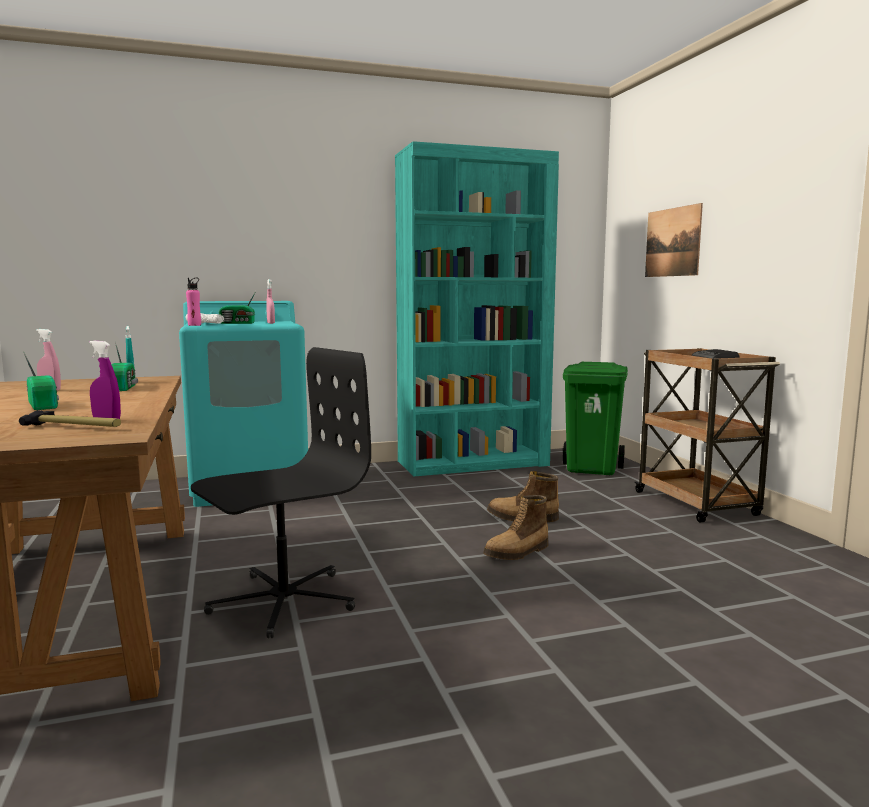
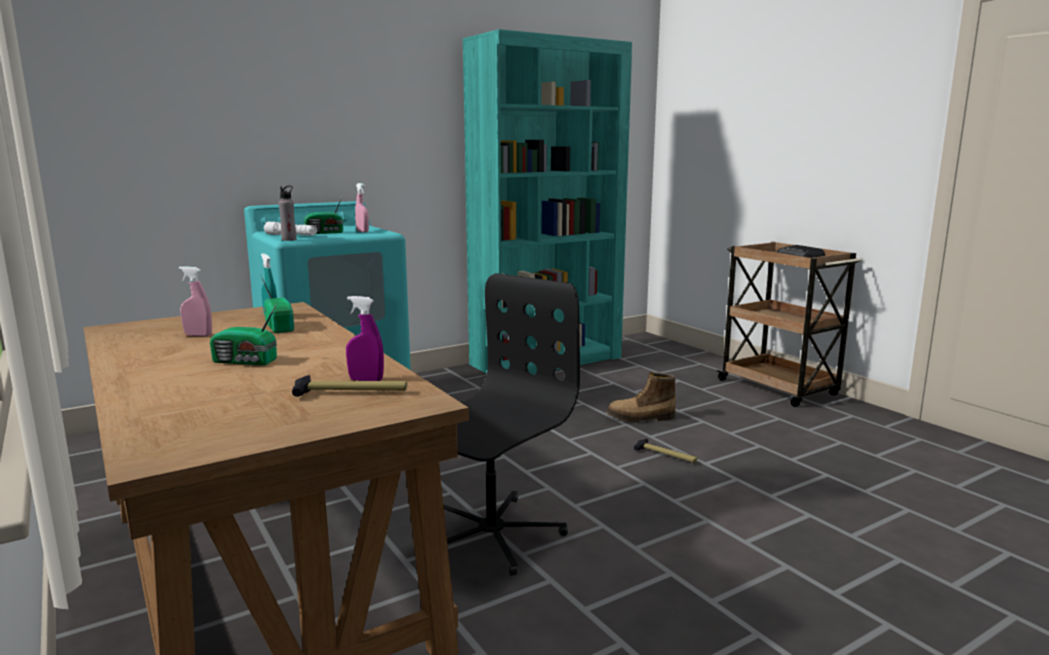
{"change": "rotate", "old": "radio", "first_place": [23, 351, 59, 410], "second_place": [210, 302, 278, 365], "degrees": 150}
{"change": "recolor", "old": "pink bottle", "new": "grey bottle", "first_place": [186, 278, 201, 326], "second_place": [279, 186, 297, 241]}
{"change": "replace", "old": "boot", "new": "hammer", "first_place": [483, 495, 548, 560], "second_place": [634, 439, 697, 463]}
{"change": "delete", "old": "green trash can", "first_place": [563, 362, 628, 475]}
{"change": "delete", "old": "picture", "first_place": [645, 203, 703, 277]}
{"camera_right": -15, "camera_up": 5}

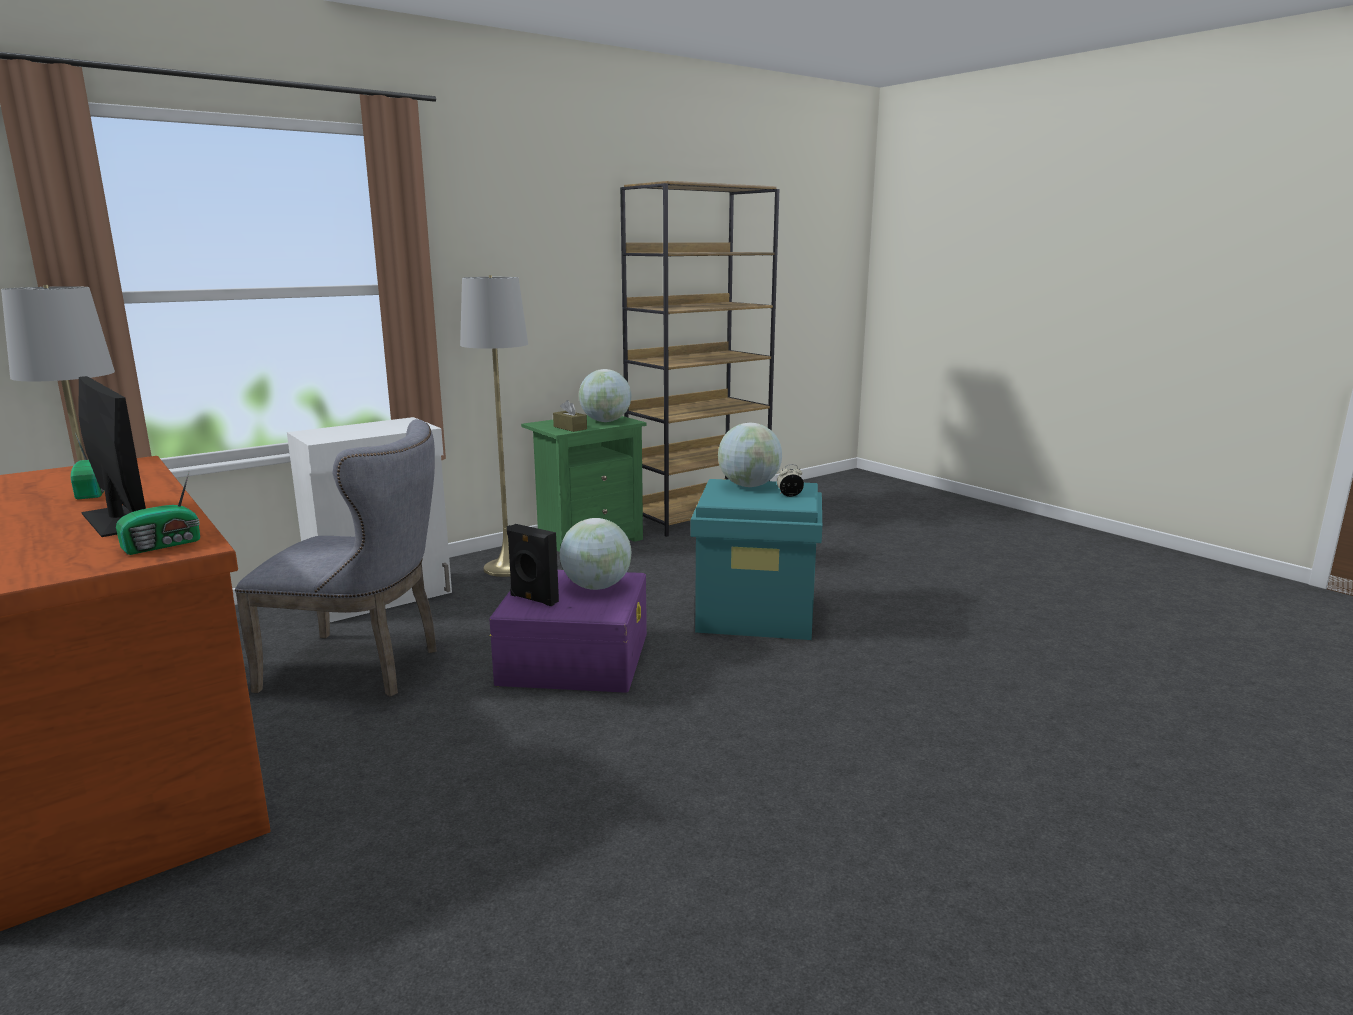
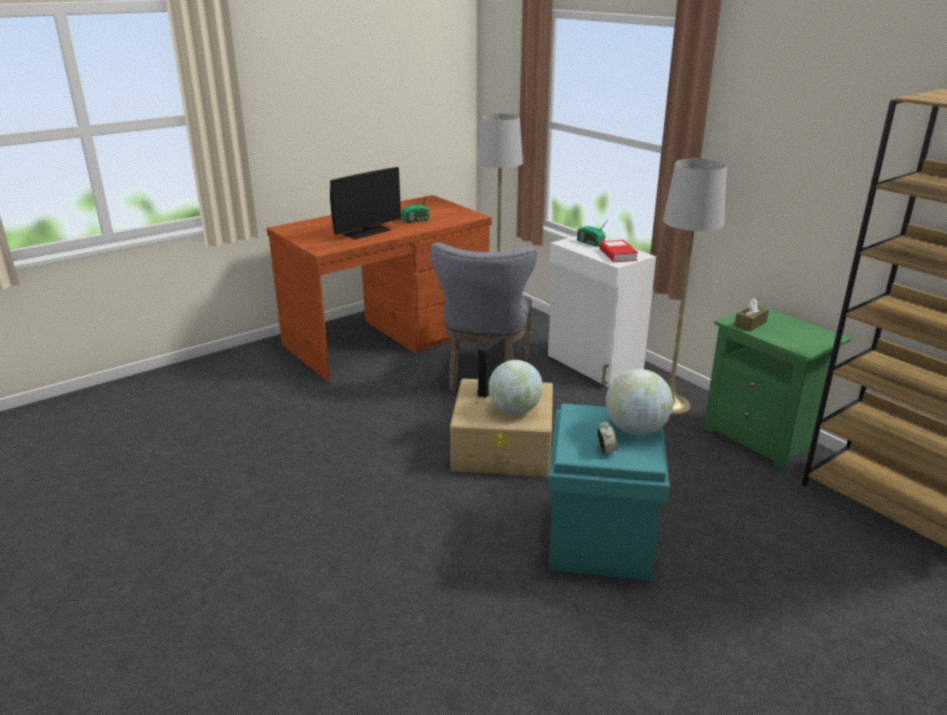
{"change": "recolor", "old": "purple storage box", "new": "beige storage box", "first_place": [489, 570, 647, 693], "second_place": [450, 379, 553, 477]}
{"change": "move", "old": "radio", "first_place": [116, 472, 200, 555], "second_place": [577, 218, 609, 247]}
{"change": "insert", "new": "book", "second_place": [599, 240, 638, 262]}
{"change": "delete", "old": "globe", "first_place": [579, 369, 632, 422]}
{"camera_right": 90, "camera_up": 10}

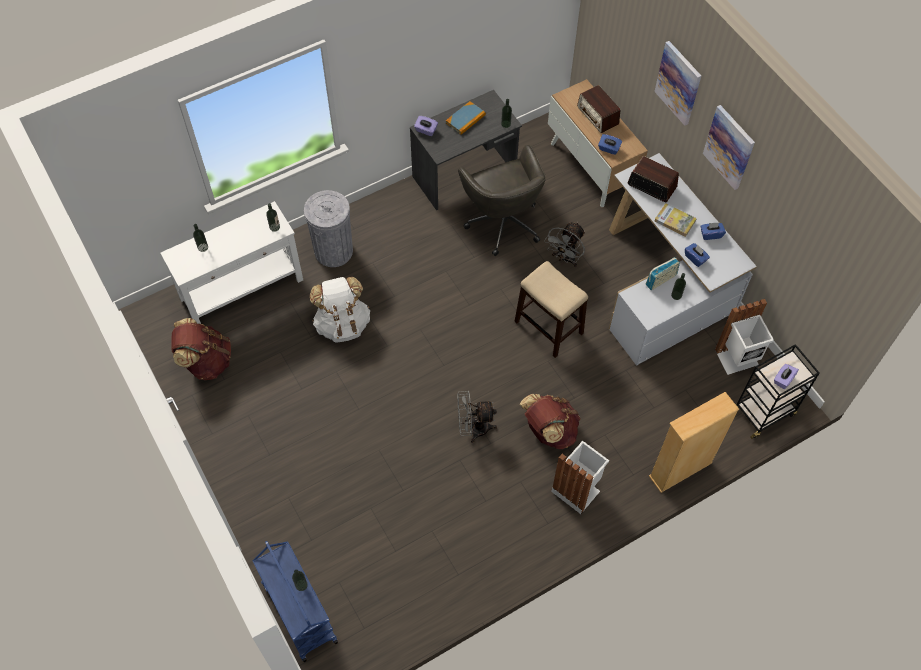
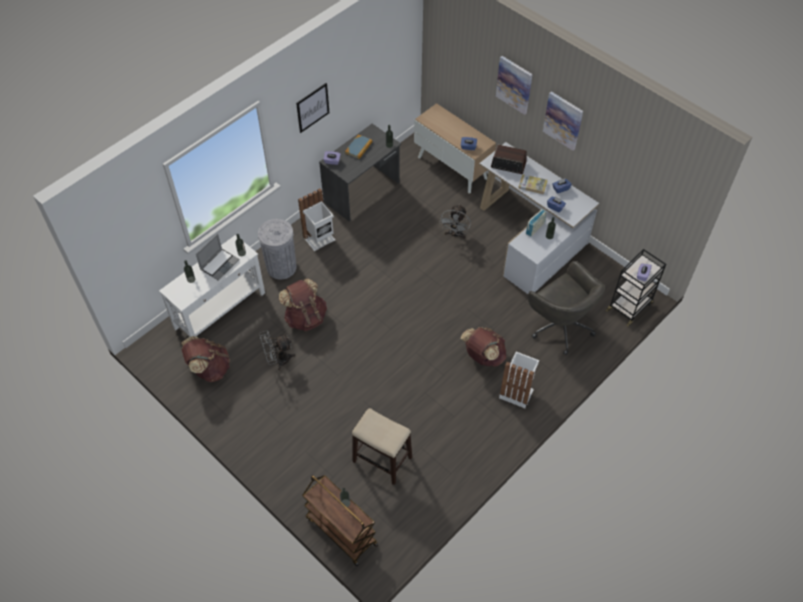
{"change": "insert", "new": "laptop", "second_place": [196, 234, 239, 281]}
{"change": "move", "old": "grey fan", "first_place": [457, 391, 497, 443], "second_place": [259, 330, 295, 371]}
{"change": "recolor", "old": "white backpack", "new": "brown backpack", "first_place": [310, 277, 370, 343], "second_place": [279, 278, 327, 331]}
{"change": "insert", "new": "picture", "second_place": [296, 83, 329, 133]}
{"change": "move", "old": "white trash can", "first_place": [715, 299, 774, 375], "second_place": [298, 189, 335, 251]}
{"change": "recolor", "old": "blue cart", "new": "brown cart", "first_place": [252, 541, 338, 662], "second_place": [302, 475, 378, 566]}
{"change": "move", "old": "stool", "first_place": [514, 261, 588, 358], "second_place": [352, 408, 412, 485]}
{"change": "move", "old": "grey office chair", "first_place": [458, 145, 546, 256], "second_place": [528, 261, 605, 355]}
{"change": "delete", "old": "radio", "first_place": [577, 85, 620, 133]}
{"change": "delete", "old": "beige bookcase", "first_place": [649, 392, 739, 493]}
{"camera_right": -15, "camera_up": -5}

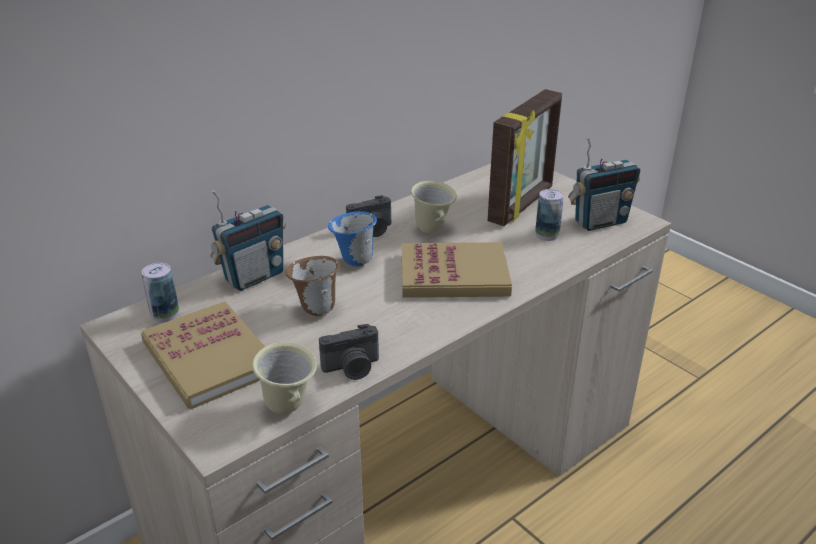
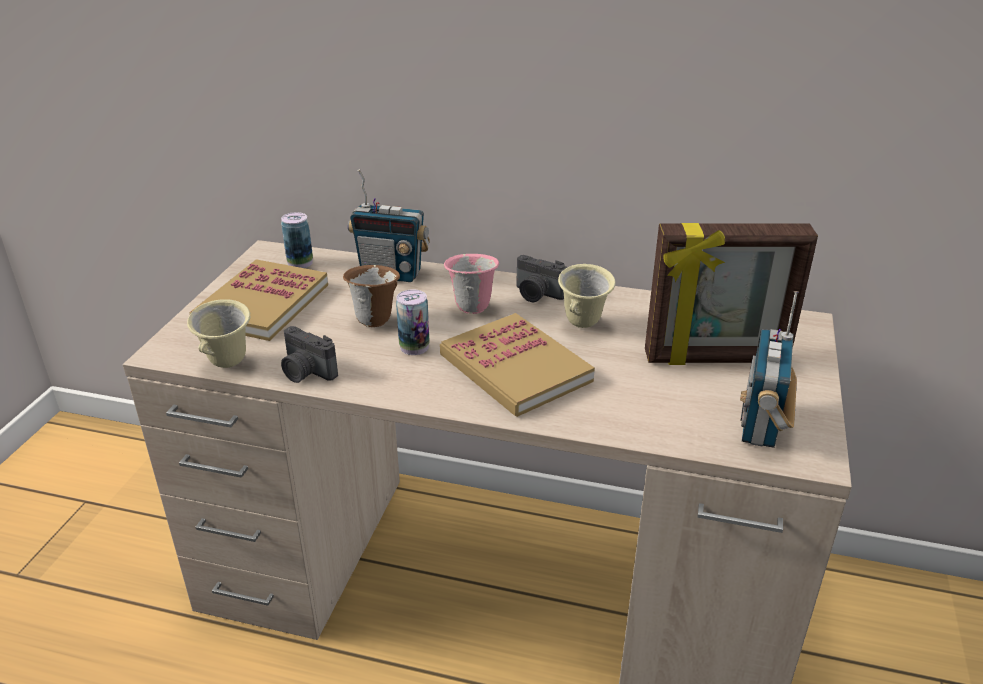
{"change": "move", "old": "can", "first_place": [535, 189, 564, 241], "second_place": [396, 289, 430, 355]}
{"change": "recolor", "old": "blue mug", "new": "pink mug", "first_place": [328, 211, 377, 267], "second_place": [444, 254, 499, 314]}
{"change": "rotate", "old": "radio", "first_place": [568, 137, 640, 231], "second_place": [740, 291, 799, 448], "degrees": 75}
{"camera_right": 55, "camera_up": 0}

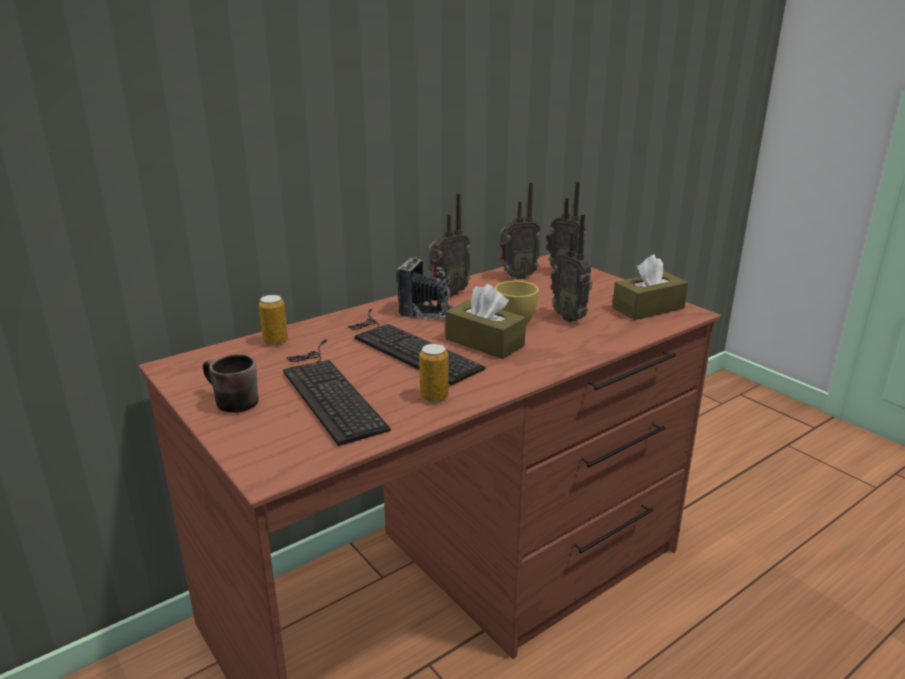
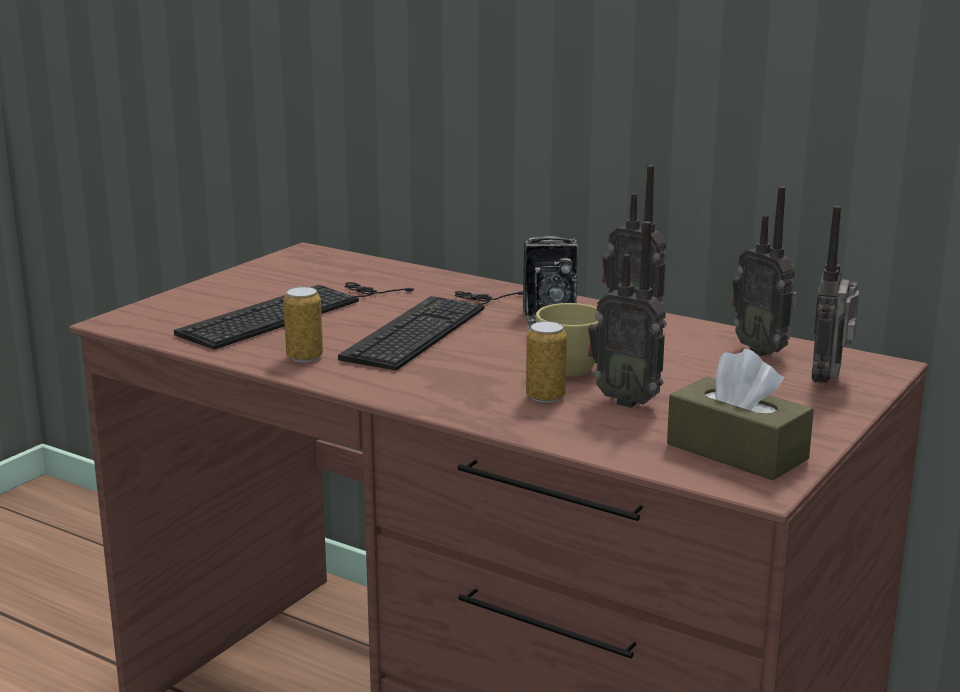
{"change": "move", "old": "can", "first_place": [259, 295, 288, 346], "second_place": [526, 321, 567, 403]}
{"change": "rotate", "old": "radio", "first_place": [551, 214, 593, 322], "second_place": [588, 221, 666, 408], "degrees": -90}
{"change": "delete", "old": "brown mug", "first_place": [203, 354, 259, 413]}
{"change": "delete", "old": "brown tissue box", "first_place": [445, 284, 526, 359]}
{"camera_right": 70, "camera_up": -5}

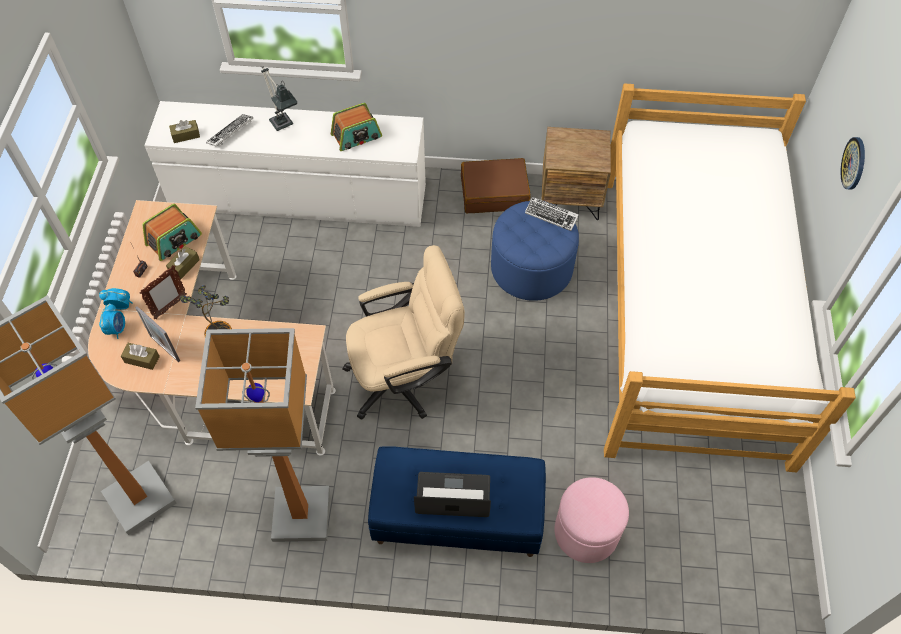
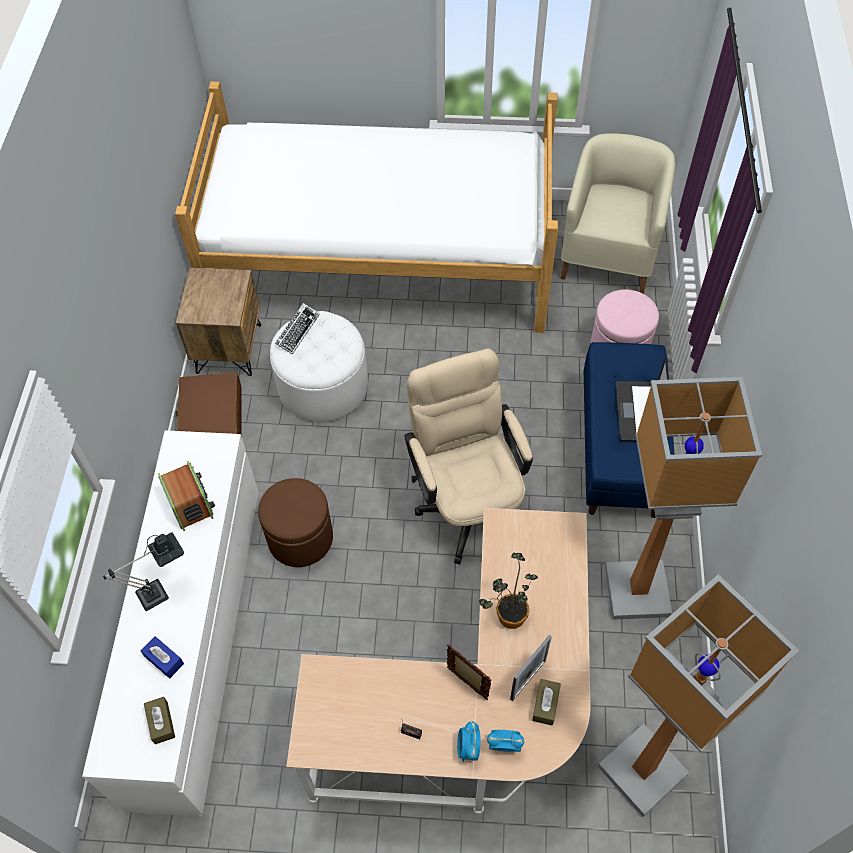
{"change": "replace", "old": "keyboard", "new": "blue tissue box", "first_place": [206, 114, 253, 147], "second_place": [141, 636, 184, 679]}
{"change": "insert", "new": "brown ottoman", "second_place": [258, 478, 333, 567]}
{"change": "recolor", "old": "blue ottoman", "new": "white ottoman", "first_place": [491, 201, 579, 301], "second_place": [270, 311, 368, 422]}
{"change": "insert", "new": "beige armchair", "second_place": [560, 133, 675, 294]}
{"change": "delete", "old": "radio", "first_place": [142, 204, 202, 261]}
{"change": "delete", "old": "brown tissue box", "first_place": [166, 246, 200, 279]}
{"change": "delete", "old": "wall clock", "first_place": [841, 137, 865, 190]}
{"camera_right": -90, "camera_up": 0}

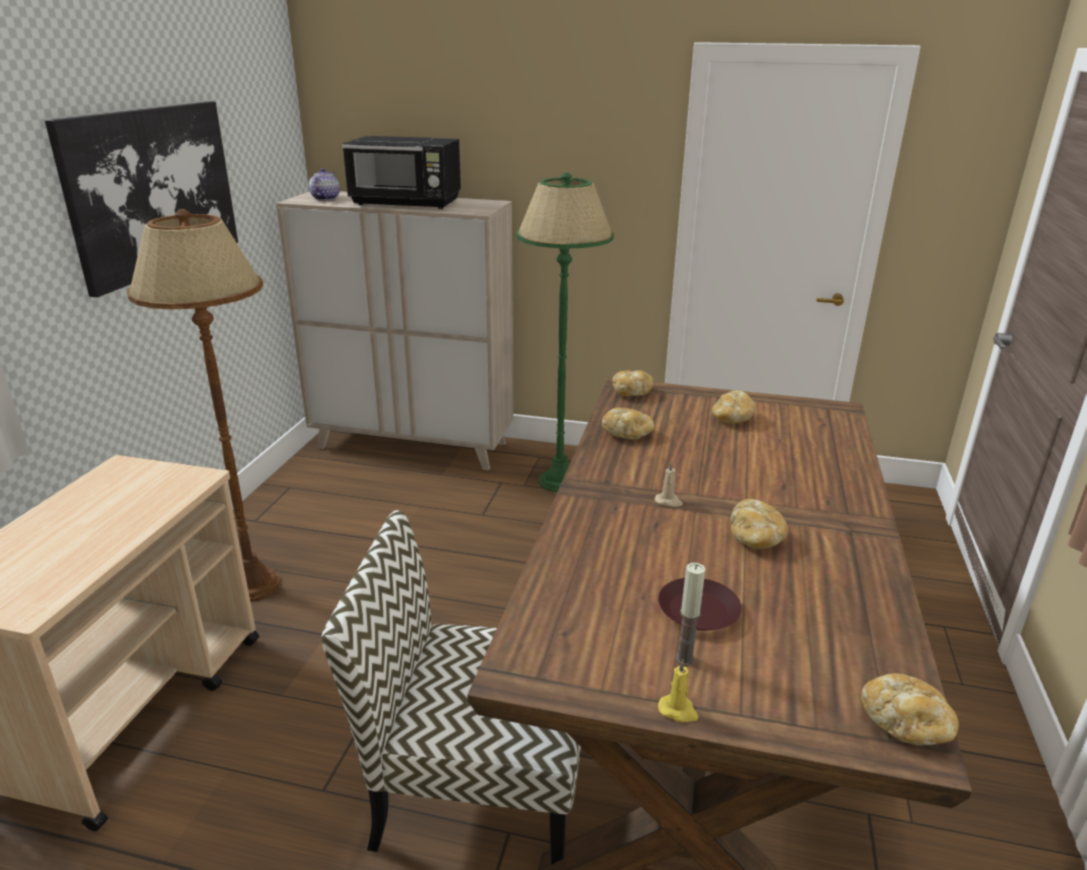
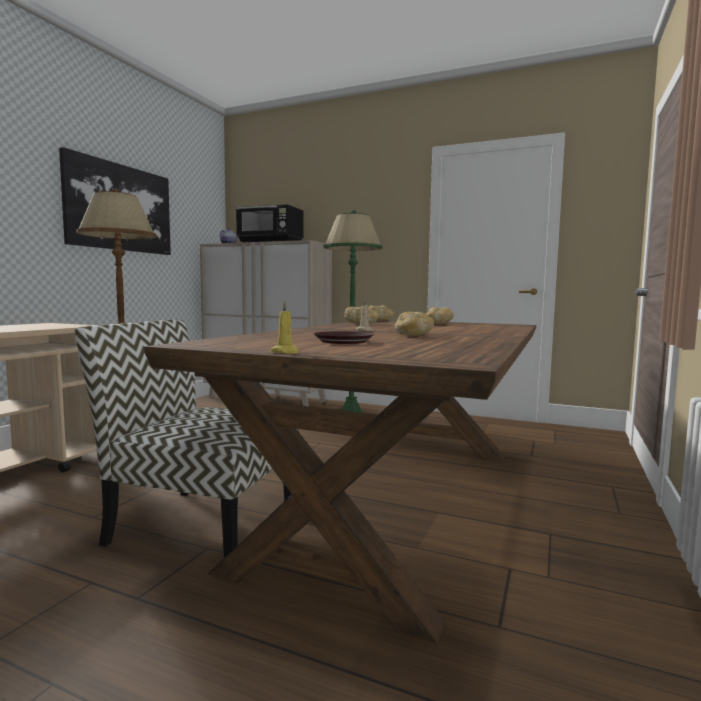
{"change": "delete", "old": "candle", "first_place": [675, 563, 706, 666]}
{"change": "delete", "old": "bread", "first_place": [861, 673, 959, 746]}
{"camera_right": 10, "camera_up": -20}

